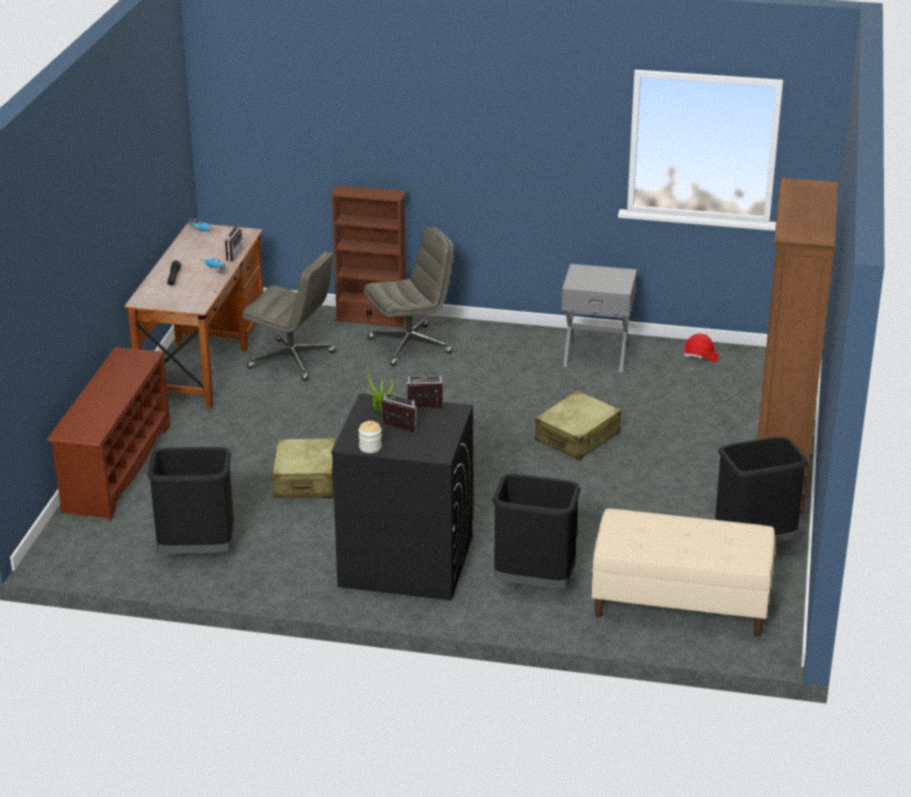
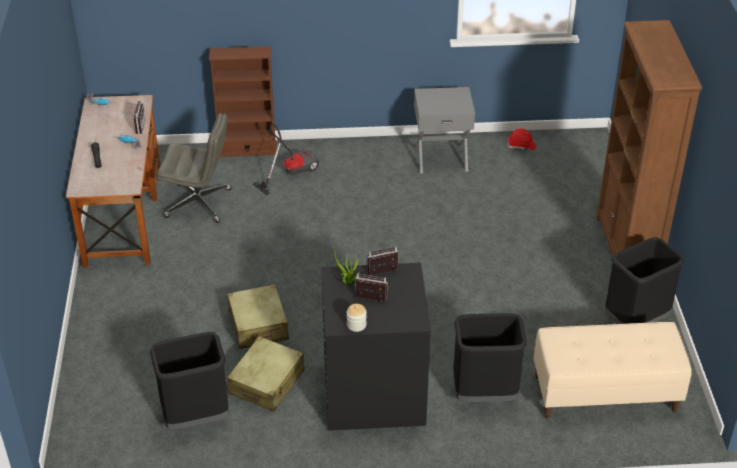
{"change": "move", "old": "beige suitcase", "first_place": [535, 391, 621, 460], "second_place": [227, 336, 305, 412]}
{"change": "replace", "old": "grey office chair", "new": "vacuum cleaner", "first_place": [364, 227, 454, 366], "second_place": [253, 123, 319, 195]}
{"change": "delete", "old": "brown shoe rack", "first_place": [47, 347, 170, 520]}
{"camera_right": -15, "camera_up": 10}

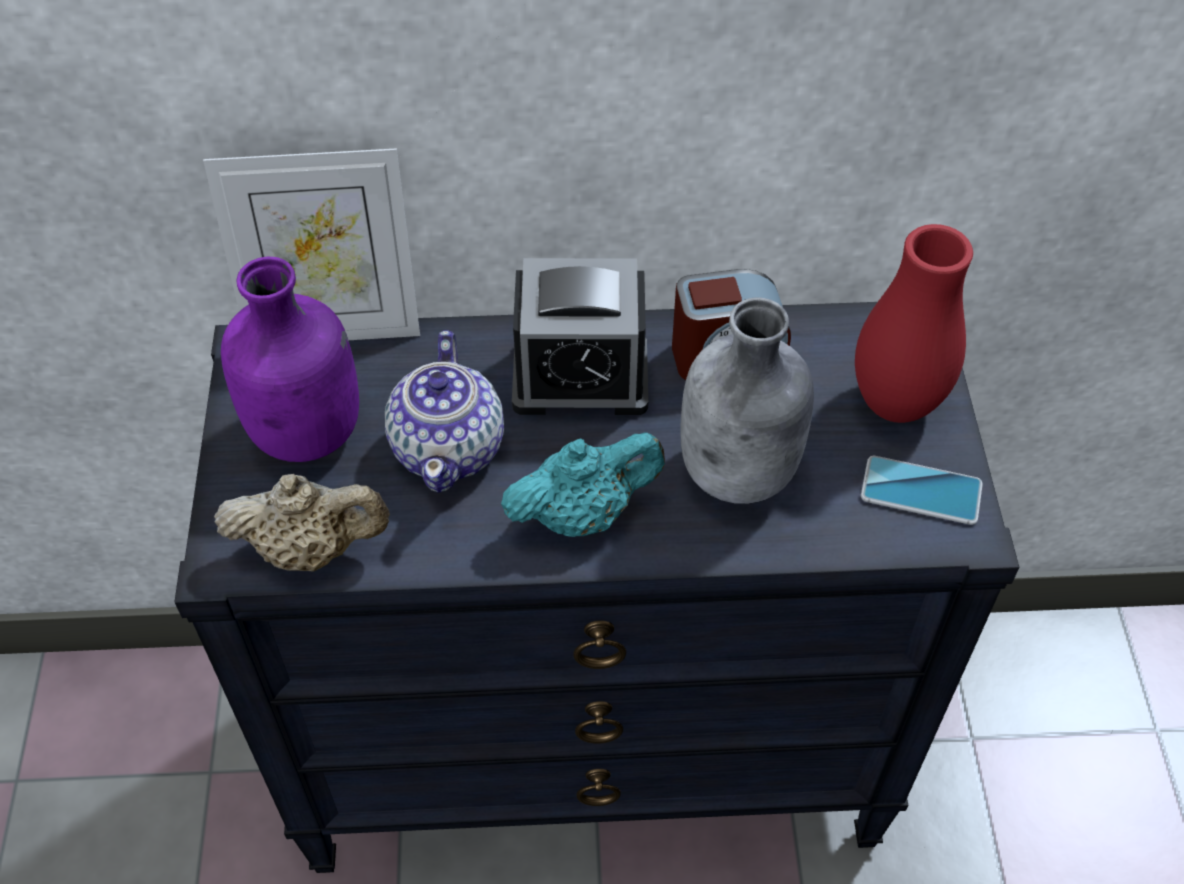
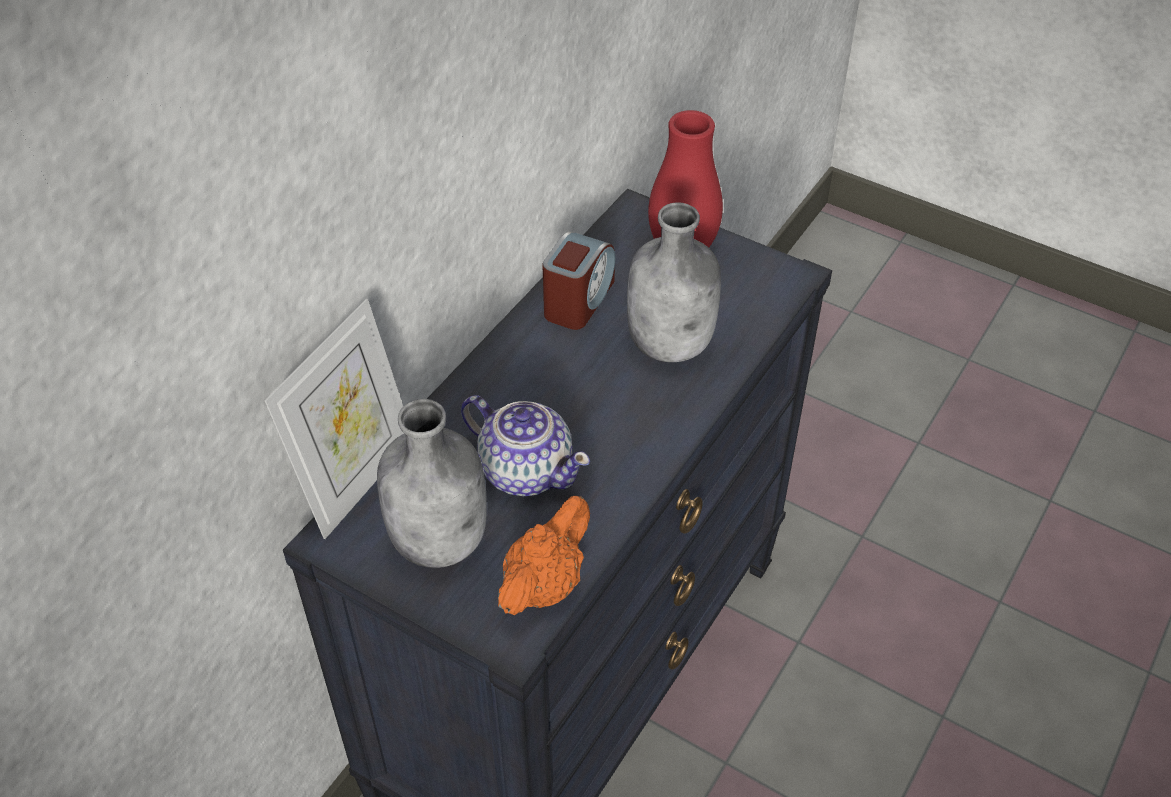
{"change": "recolor", "old": "purple bottle", "new": "grey bottle", "first_place": [221, 257, 359, 462], "second_place": [377, 399, 487, 568]}
{"change": "recolor", "old": "beige teapot", "new": "orange teapot", "first_place": [214, 474, 390, 572], "second_place": [498, 496, 590, 615]}
{"change": "delete", "old": "turquoise teapot", "first_place": [501, 432, 665, 537]}
{"change": "delete", "old": "alarm clock", "first_place": [512, 258, 648, 415]}
{"change": "delete", "old": "phone", "first_place": [861, 456, 983, 525]}
{"camera_right": -55, "camera_up": -5}

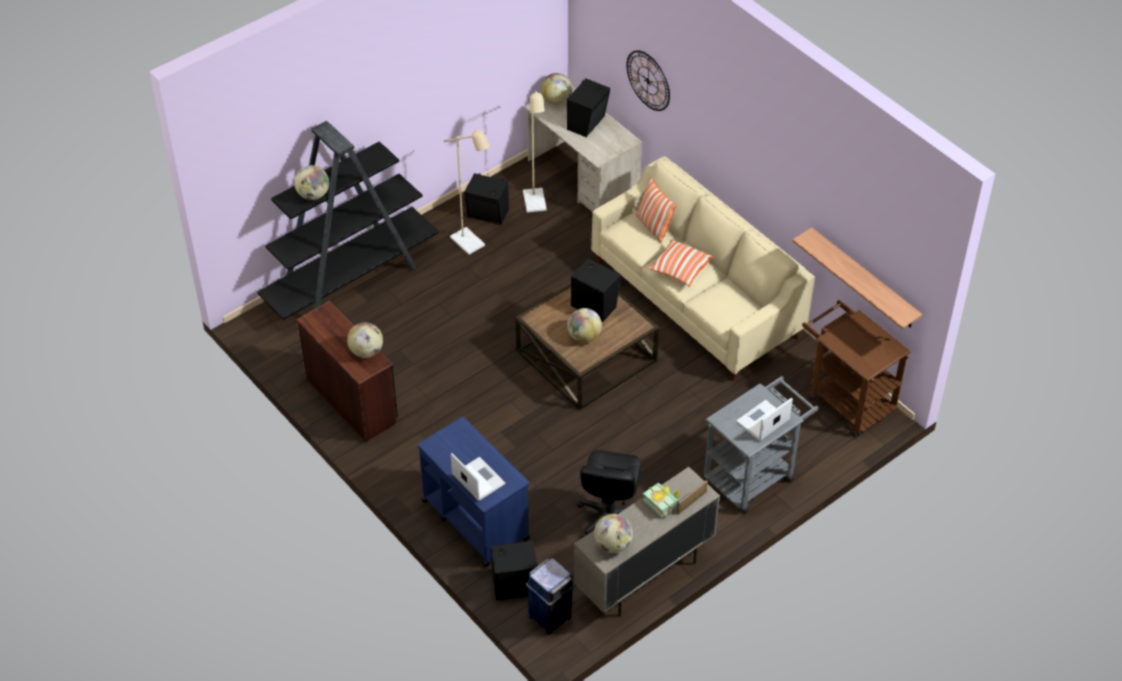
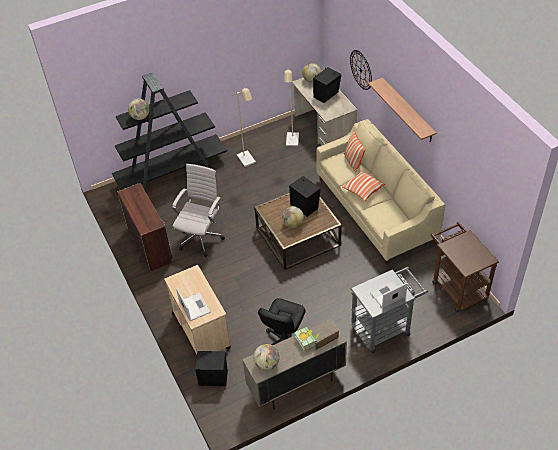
{"change": "recolor", "old": "blue cart", "new": "beige cart", "first_place": [418, 417, 530, 567], "second_place": [164, 265, 231, 354]}
{"change": "insert", "new": "white office chair", "second_place": [172, 164, 225, 257]}
{"change": "move", "old": "shelf", "first_place": [792, 227, 922, 329], "second_place": [368, 77, 436, 142]}
{"change": "delete", "old": "globe", "first_place": [347, 322, 383, 358]}
{"change": "delete", "old": "black speaker", "first_place": [464, 173, 509, 225]}
{"change": "delete", "old": "blue trash can", "first_place": [525, 558, 575, 635]}
{"camera_right": 15, "camera_up": 0}

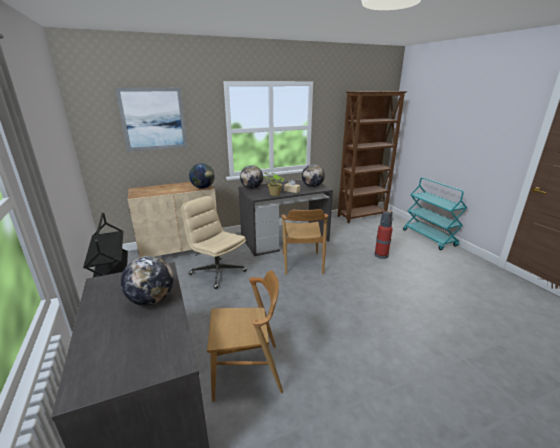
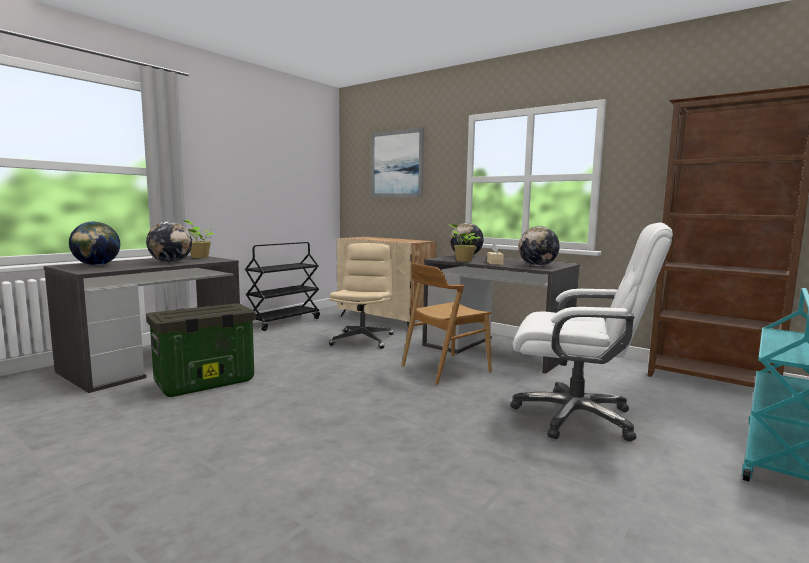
{"change": "move", "old": "globe", "first_place": [189, 163, 215, 189], "second_place": [69, 222, 121, 266]}
{"change": "replace", "old": "brown chair", "new": "storage box", "first_place": [207, 270, 283, 402], "second_place": [146, 303, 256, 397]}
{"change": "insert", "new": "potted plant", "second_place": [183, 220, 214, 258]}
{"change": "replace", "old": "fire extinguisher", "new": "white office chair", "first_place": [374, 210, 394, 259], "second_place": [511, 222, 673, 441]}
{"camera_right": 60, "camera_up": -15}

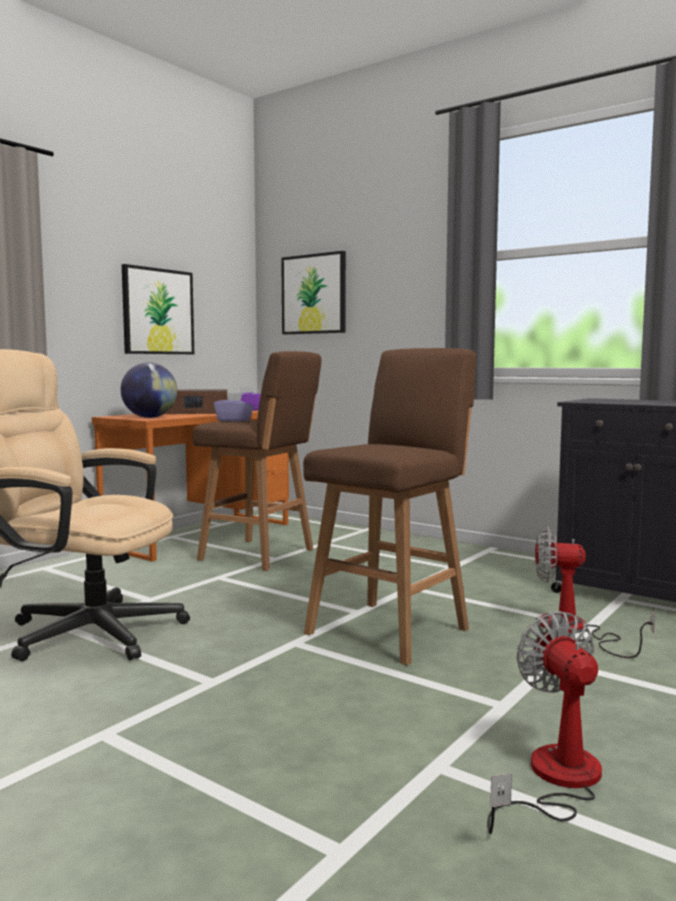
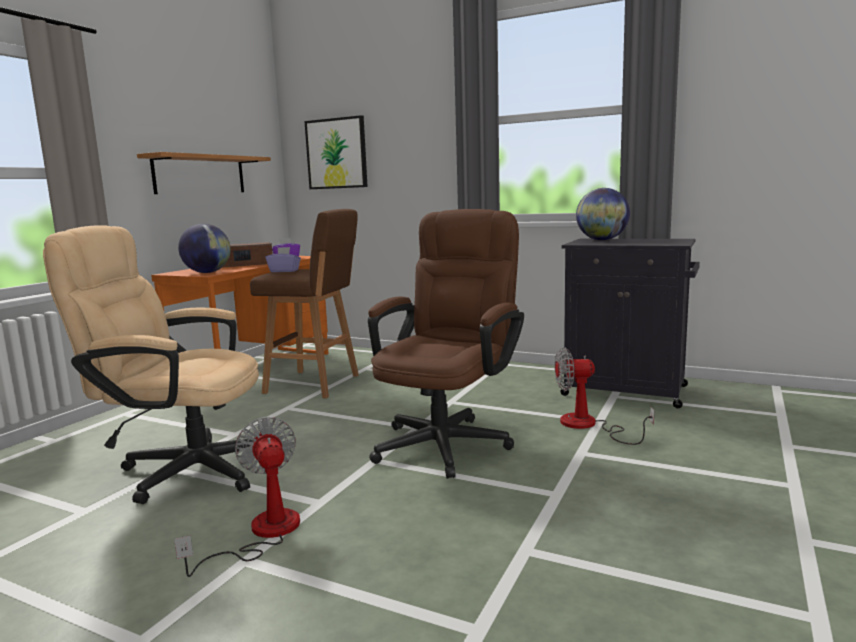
{"change": "replace", "old": "picture", "new": "shelf", "first_place": [122, 264, 194, 354], "second_place": [137, 152, 271, 194]}
{"change": "move", "old": "fan", "first_place": [487, 611, 602, 834], "second_place": [174, 417, 300, 577]}
{"change": "replace", "old": "brown stool", "new": "brown office chair", "first_place": [303, 348, 476, 666], "second_place": [368, 209, 524, 479]}
{"change": "insert", "new": "globe", "second_place": [576, 188, 630, 240]}
{"camera_right": -10, "camera_up": 5}

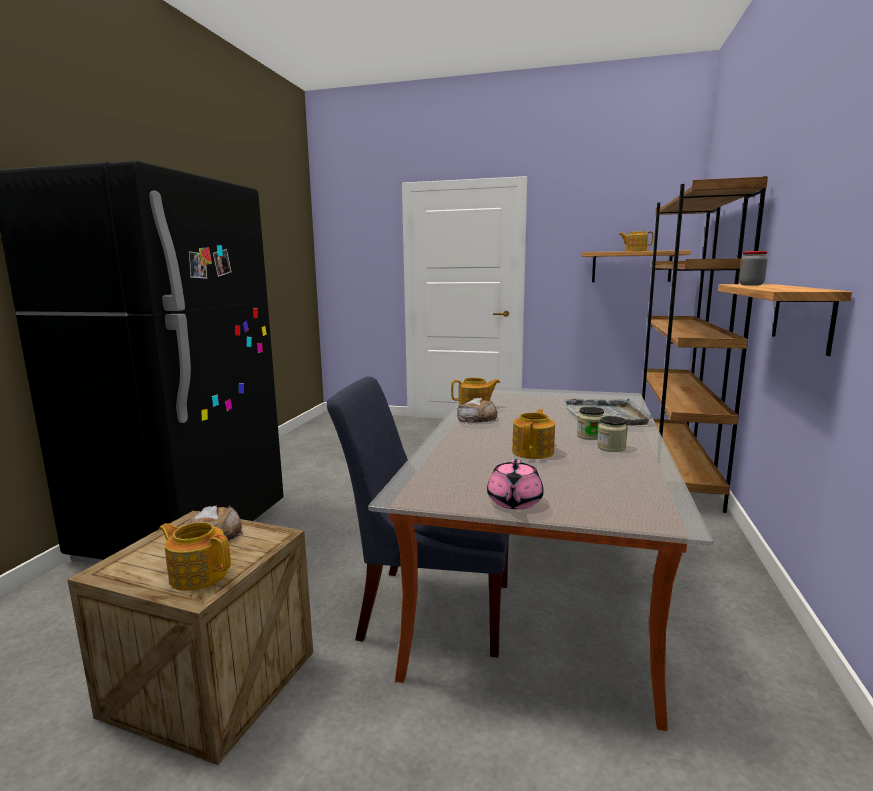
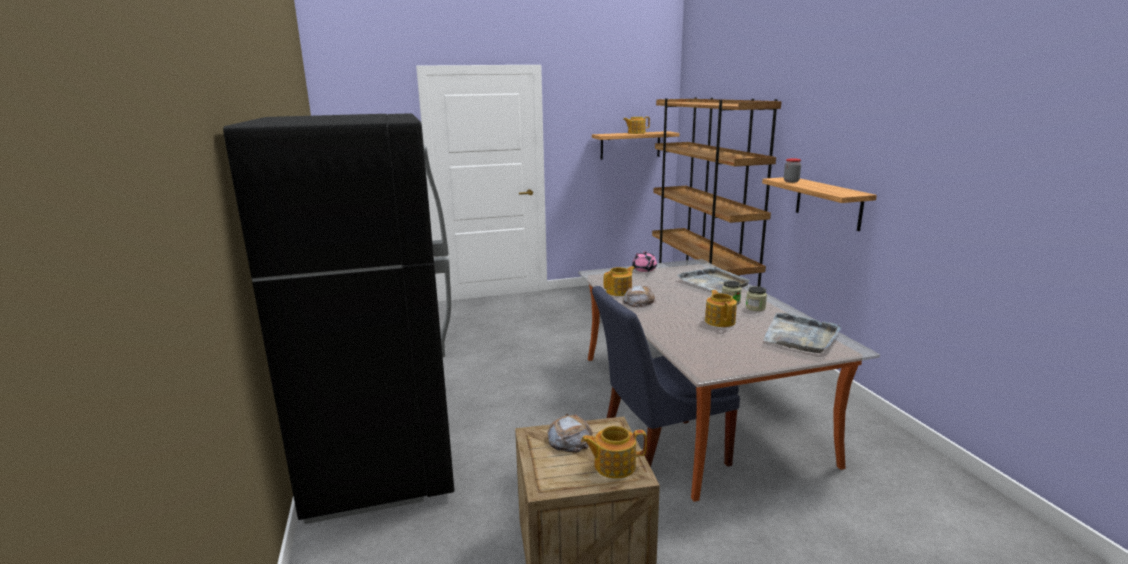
{"change": "move", "old": "pink teapot", "first_place": [487, 459, 544, 509], "second_place": [632, 251, 657, 272]}
{"change": "insert", "new": "grey tray", "second_place": [763, 313, 841, 353]}
{"camera_right": -30, "camera_up": 5}

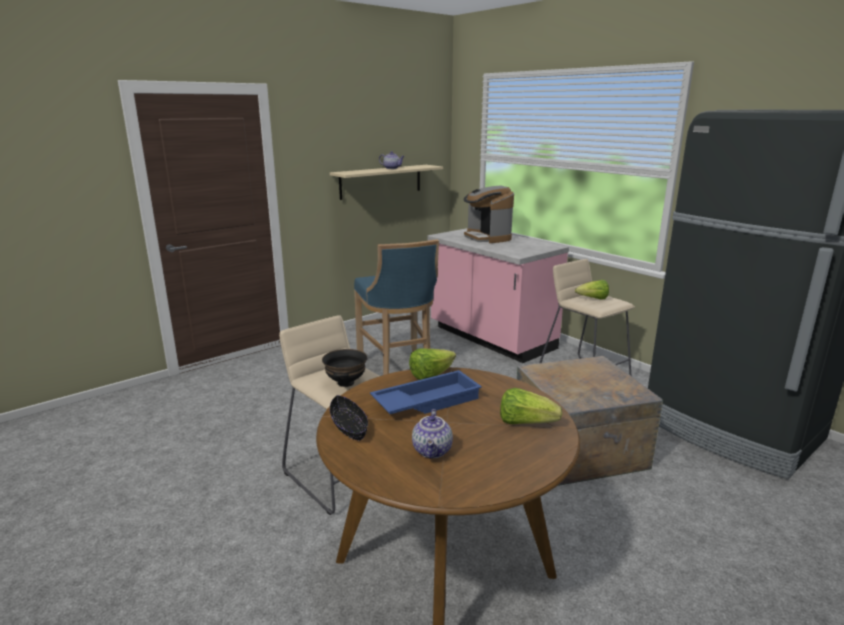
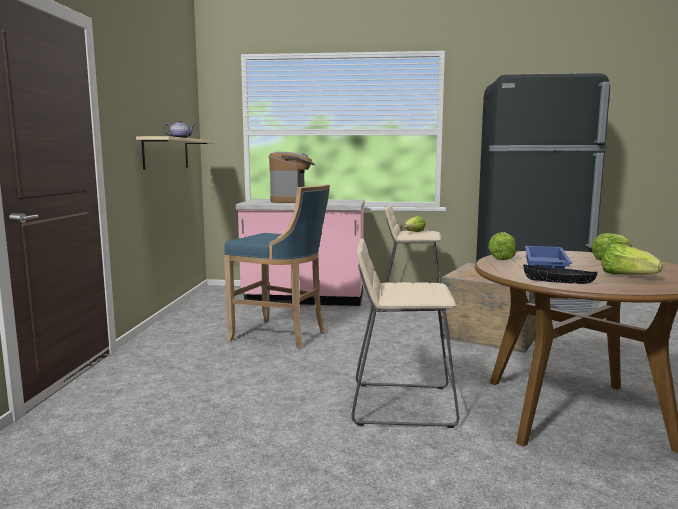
{"change": "rotate", "old": "coffee machine", "first_place": [464, 186, 514, 243], "second_place": [269, 152, 315, 203], "degrees": -105}
{"change": "replace", "old": "teapot", "new": "lettuce", "first_place": [412, 409, 453, 459], "second_place": [602, 244, 663, 275]}
{"change": "delete", "old": "black bowl", "first_place": [322, 349, 367, 387]}
{"camera_right": -45, "camera_up": -10}

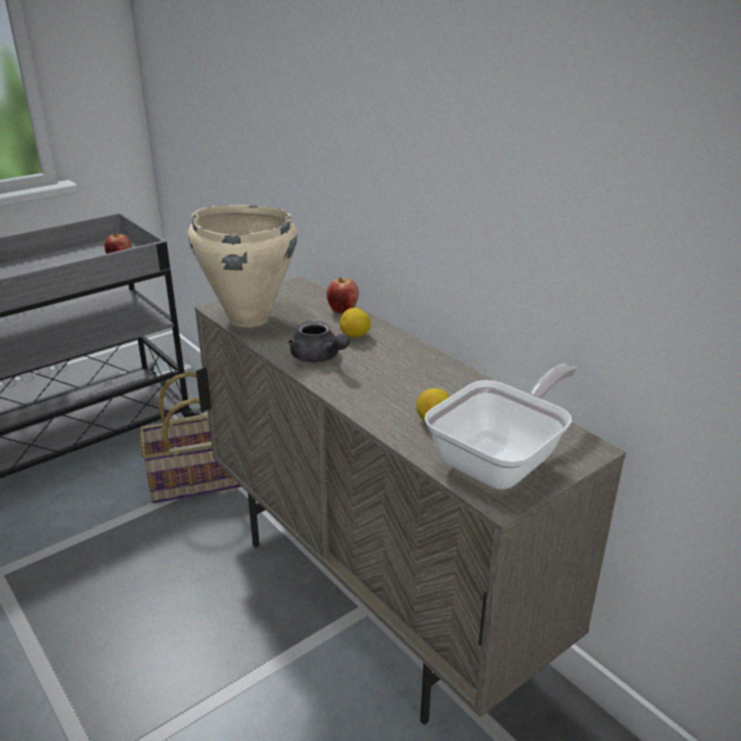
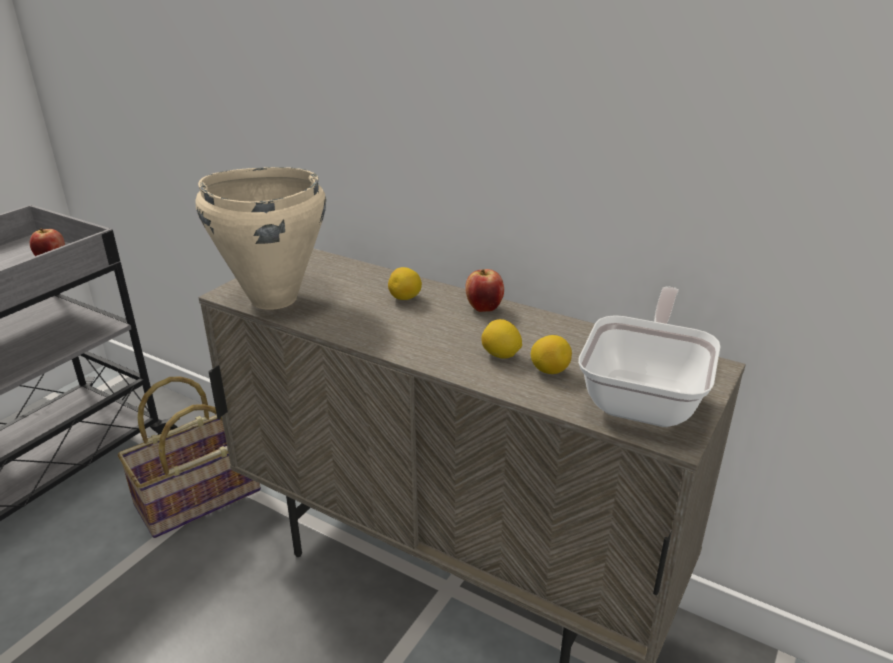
{"change": "move", "old": "apple", "first_place": [326, 278, 359, 313], "second_place": [465, 269, 504, 312]}
{"change": "insert", "new": "lemon", "second_place": [481, 319, 522, 359]}
{"change": "delete", "old": "grey teapot", "first_place": [288, 321, 350, 363]}
{"camera_right": -20, "camera_up": 0}

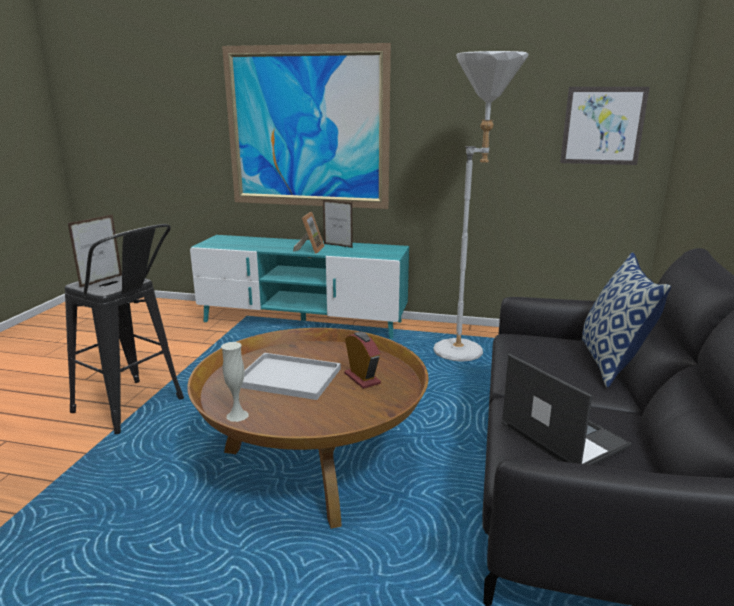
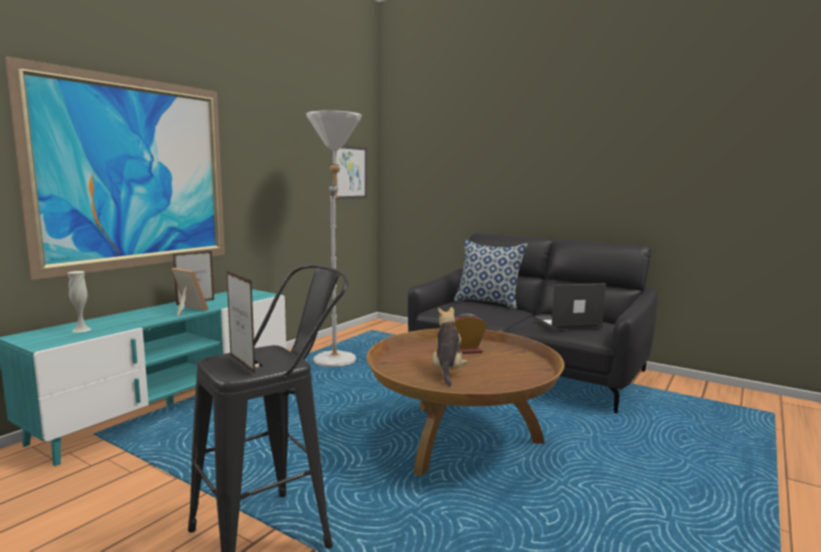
{"change": "move", "old": "white vase", "first_place": [221, 342, 249, 422], "second_place": [67, 271, 91, 332]}
{"change": "replace", "old": "white tray", "new": "plush toy", "first_place": [241, 353, 341, 400], "second_place": [433, 307, 468, 387]}
{"camera_right": -70, "camera_up": -10}

